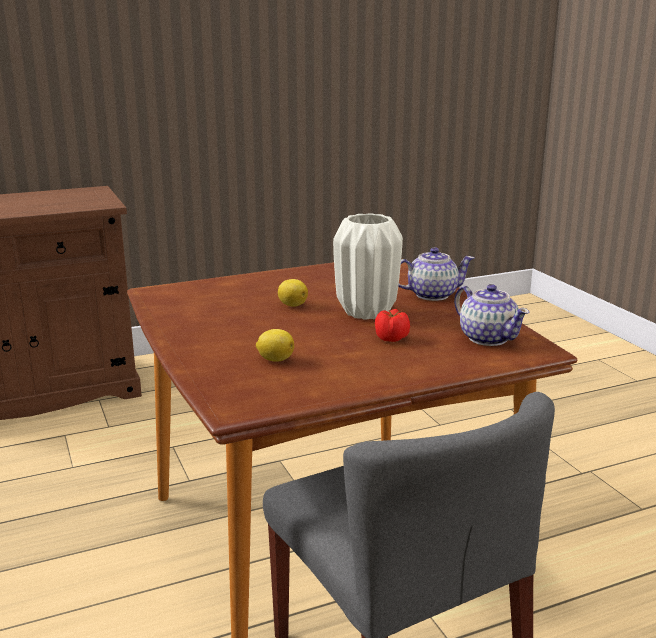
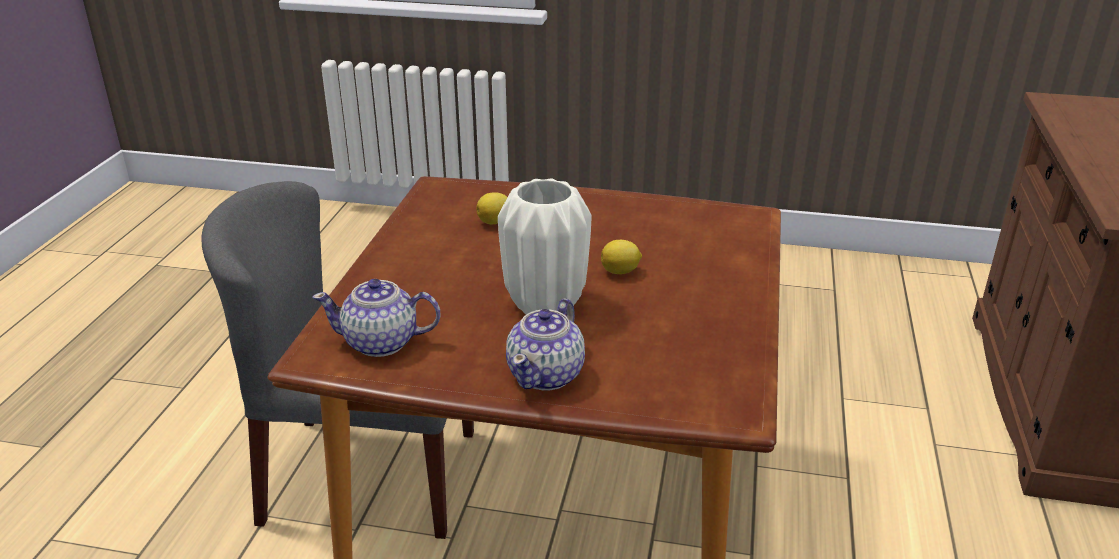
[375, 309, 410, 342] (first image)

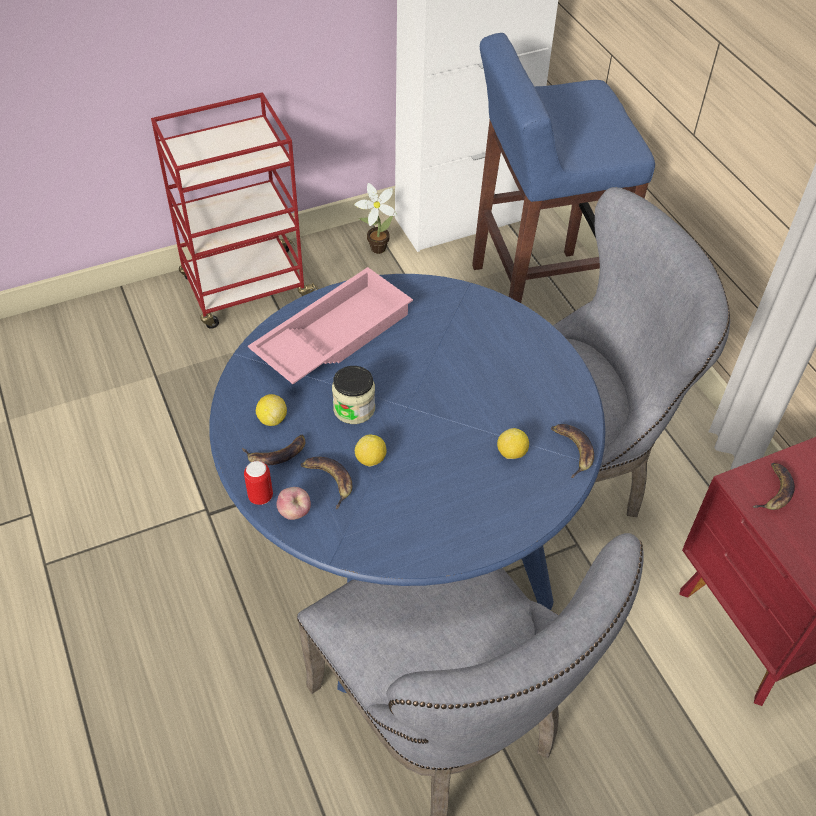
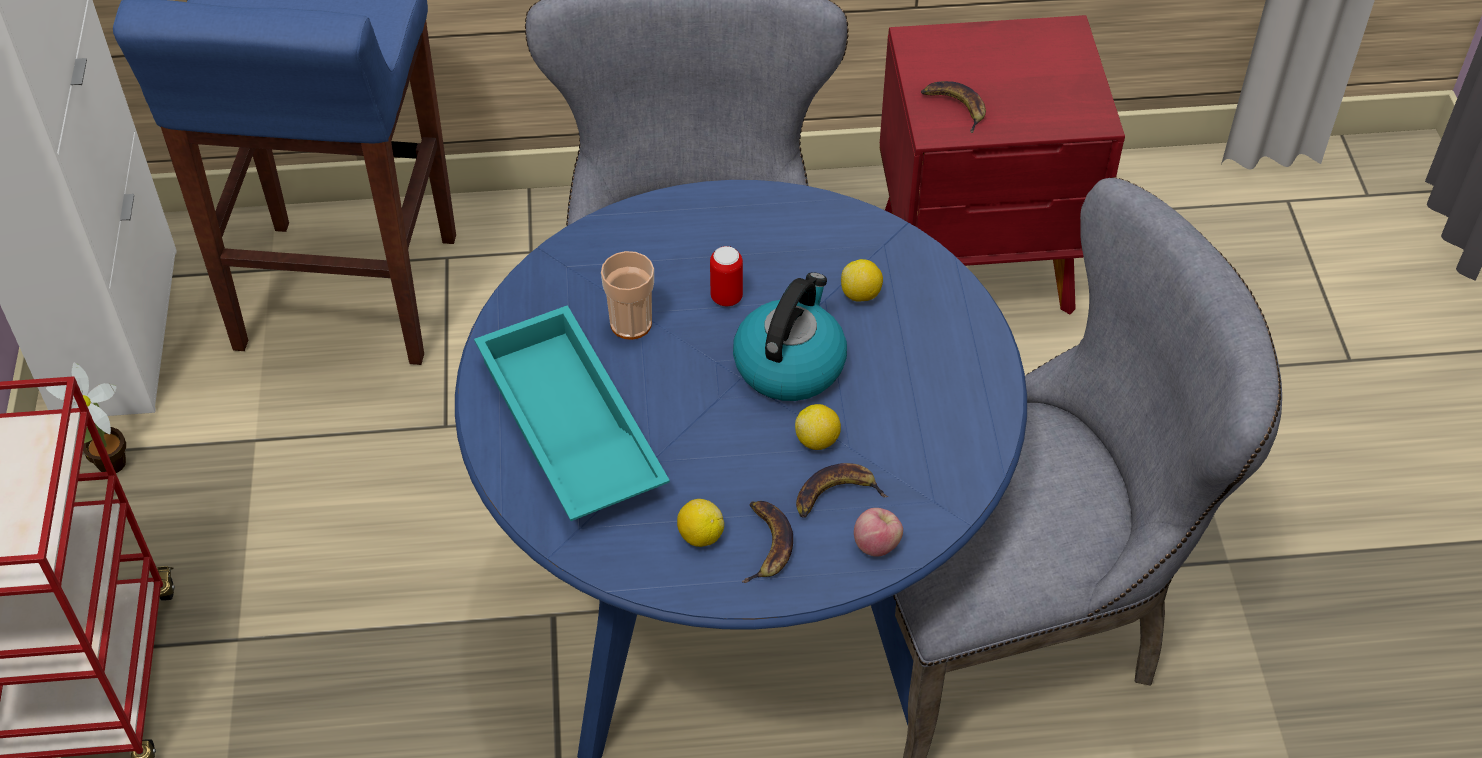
[474, 305, 670, 521]
[332, 366, 375, 424] (first image)
[551, 424, 594, 478] (first image)
[710, 246, 743, 307]
[601, 251, 654, 340]
[733, 272, 847, 401]

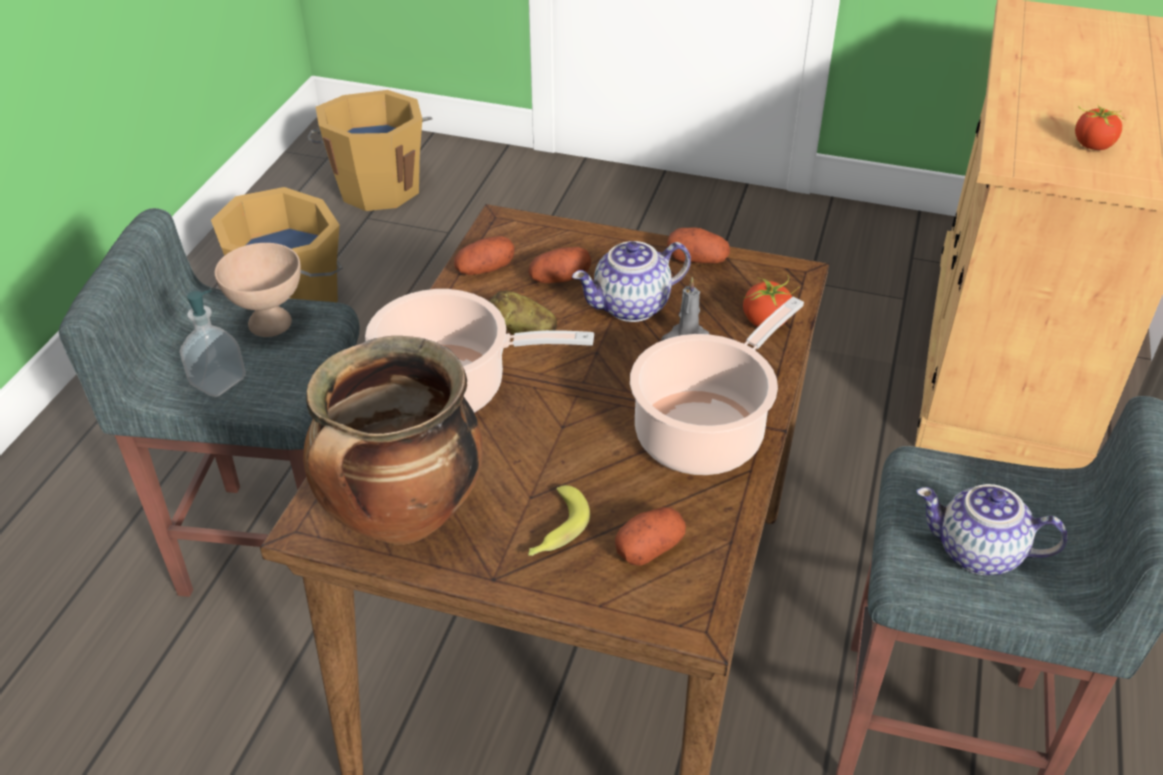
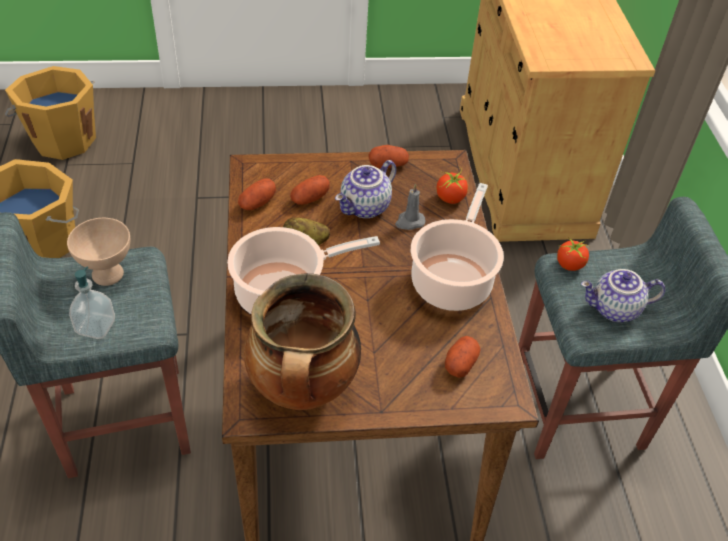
[557, 237, 589, 271]
[528, 485, 590, 556] (first image)

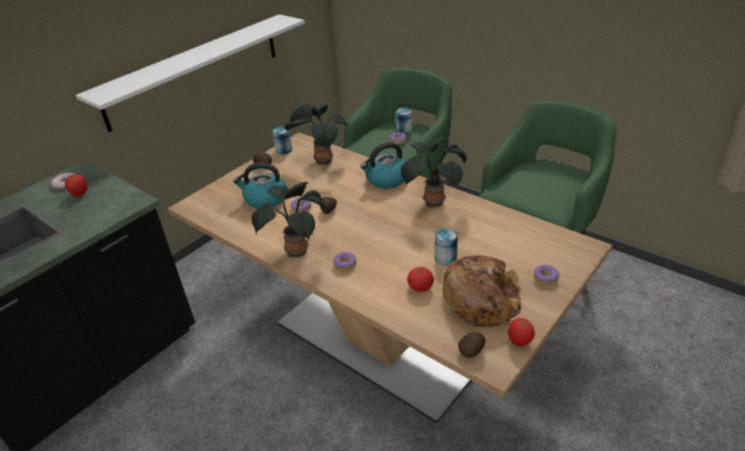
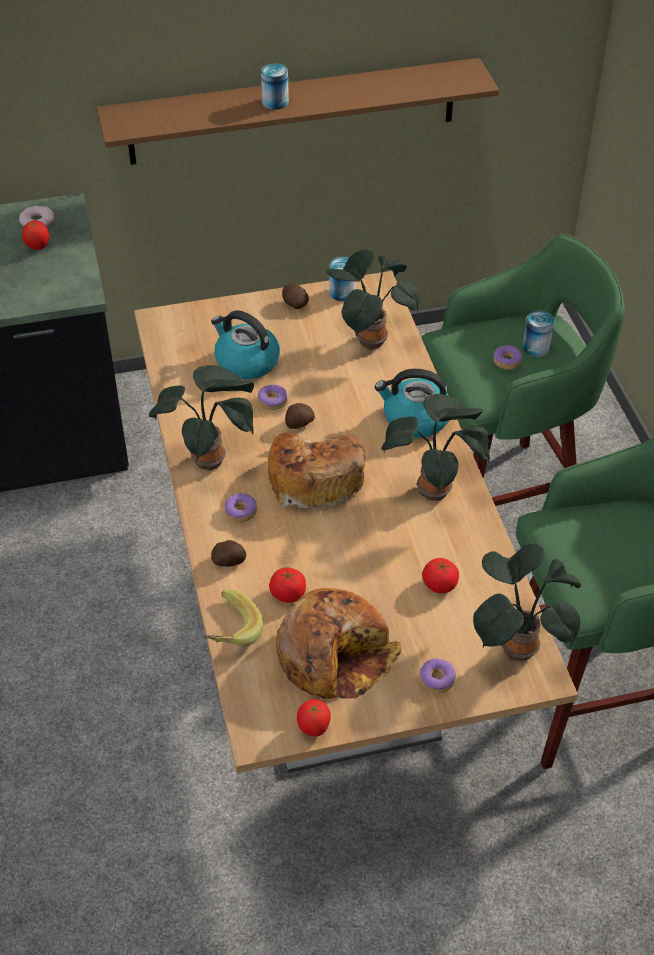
[97, 58, 499, 165]
[261, 63, 289, 110]
[211, 540, 246, 567]
[268, 433, 365, 510]
[473, 543, 581, 661]
[422, 558, 459, 593]
[204, 590, 263, 646]

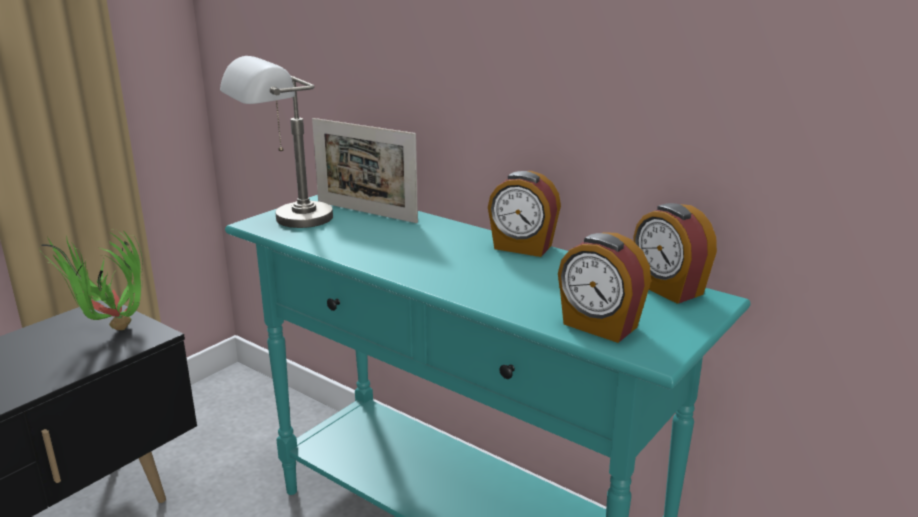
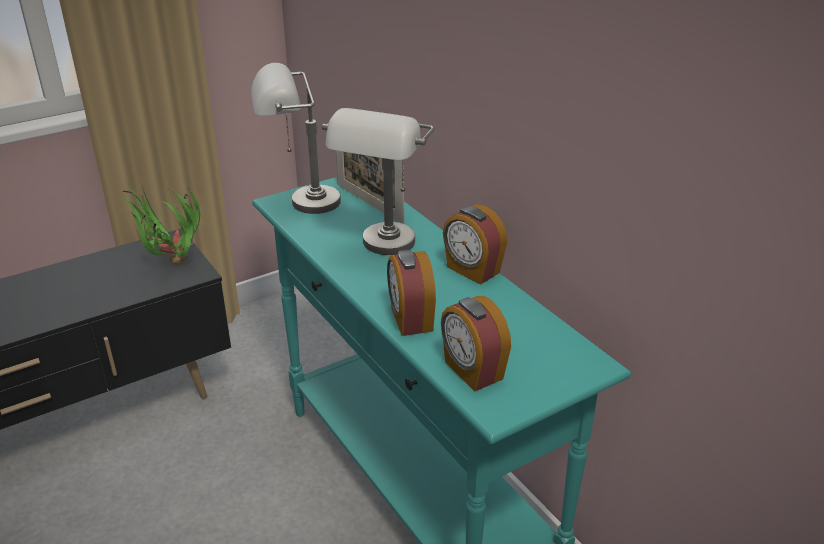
[387, 249, 436, 336]
[322, 108, 435, 255]

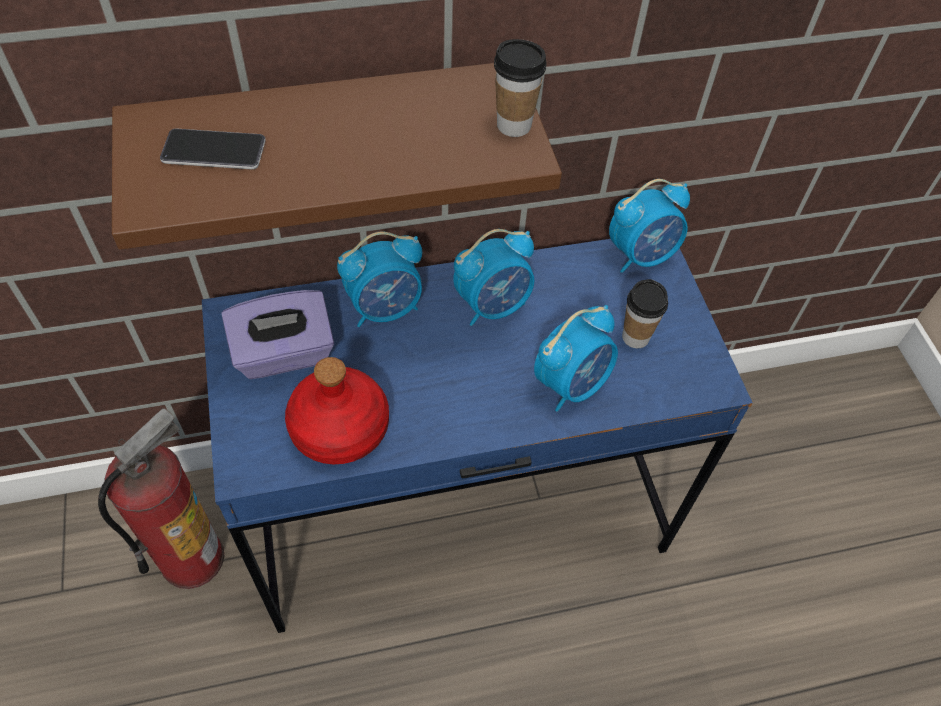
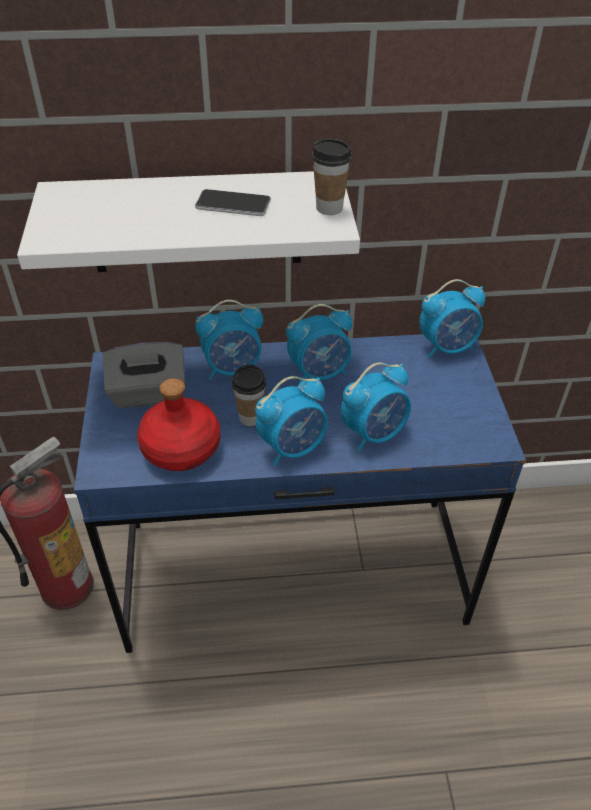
[17, 171, 360, 272]
[195, 189, 271, 216]
[232, 365, 266, 426]
[102, 342, 186, 408]
[255, 376, 328, 466]

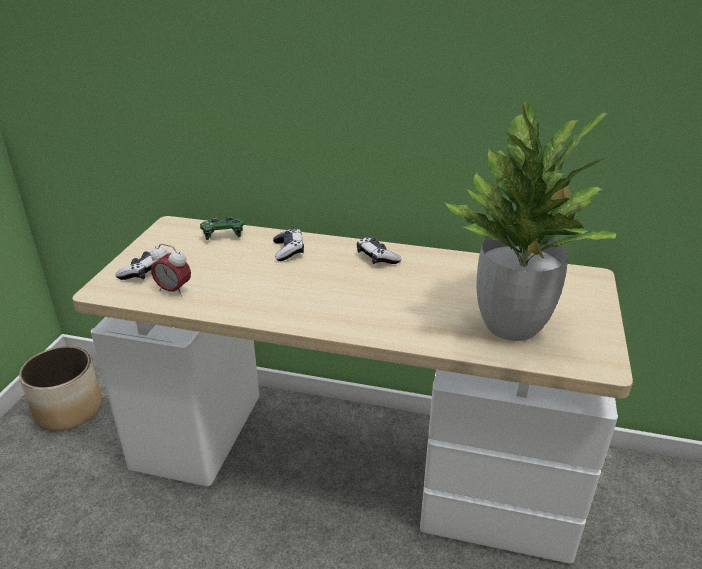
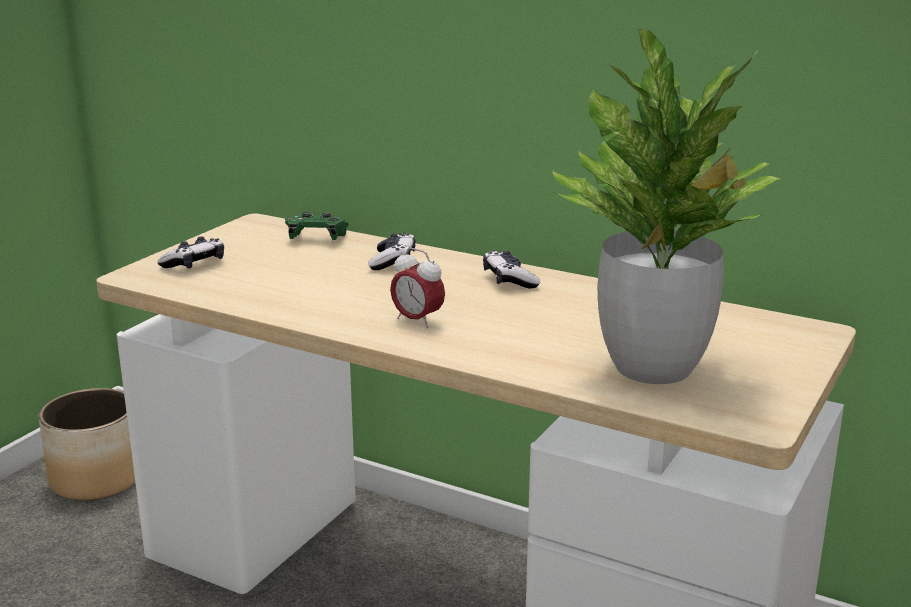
[390, 248, 445, 328]

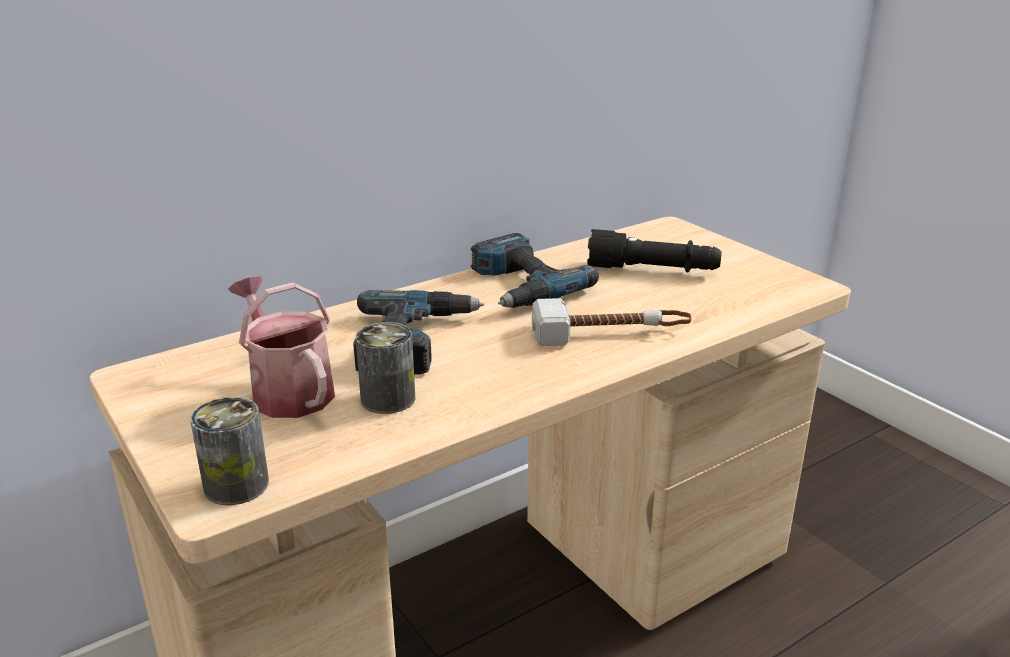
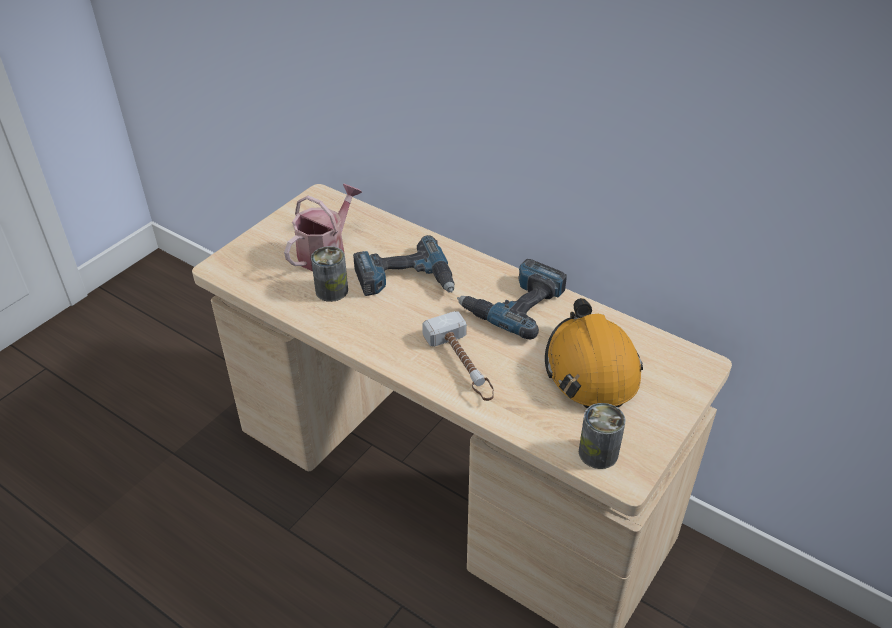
[545, 298, 643, 408]
[579, 403, 626, 469]

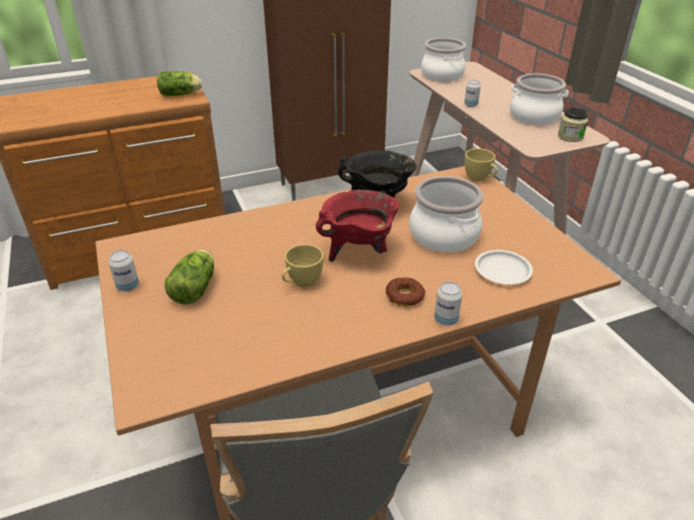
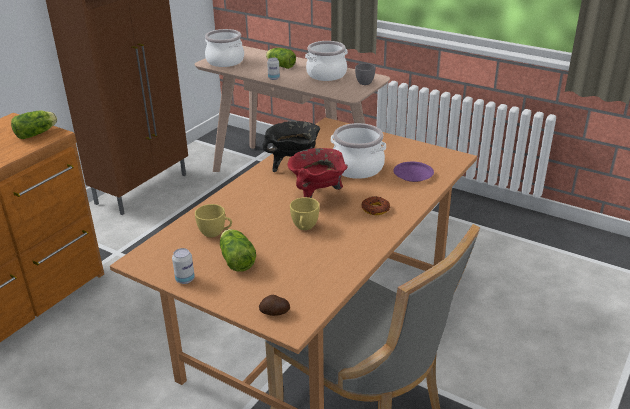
[355, 63, 376, 85]
[195, 204, 232, 237]
[393, 162, 434, 182]
[434, 282, 462, 326] (first image)
[266, 48, 296, 69]
[259, 295, 290, 316]

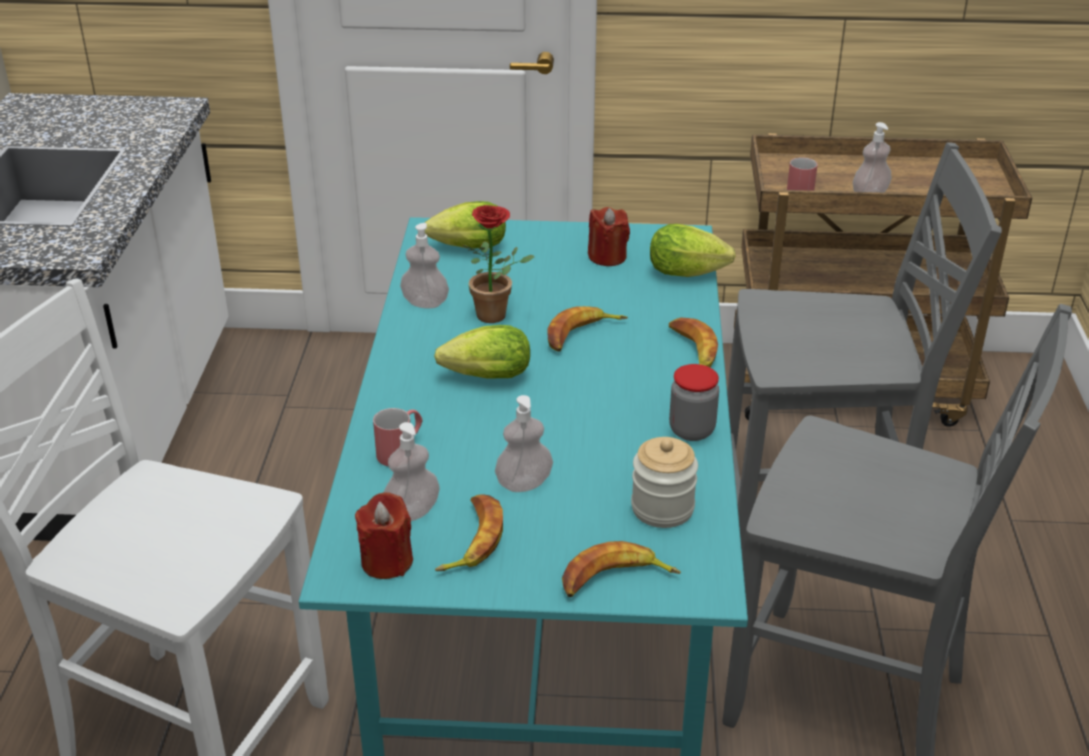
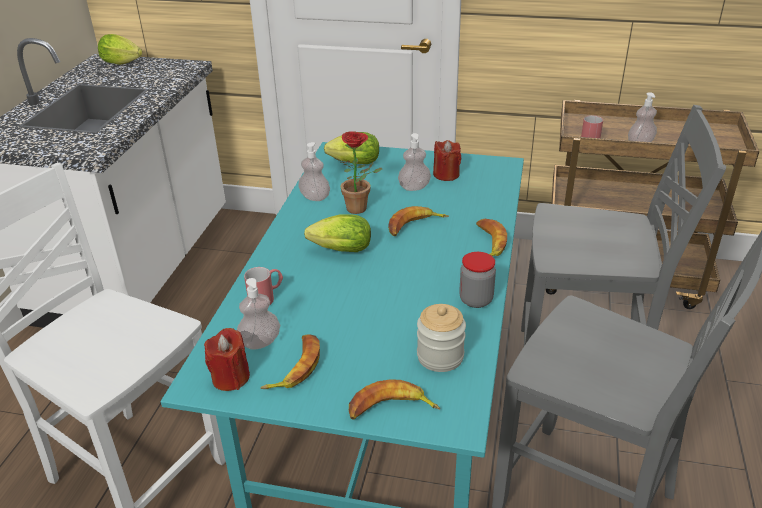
[98, 34, 142, 65]
[398, 133, 431, 191]

